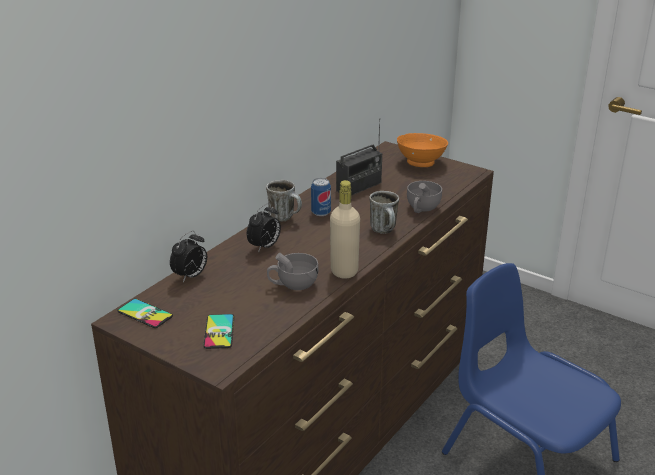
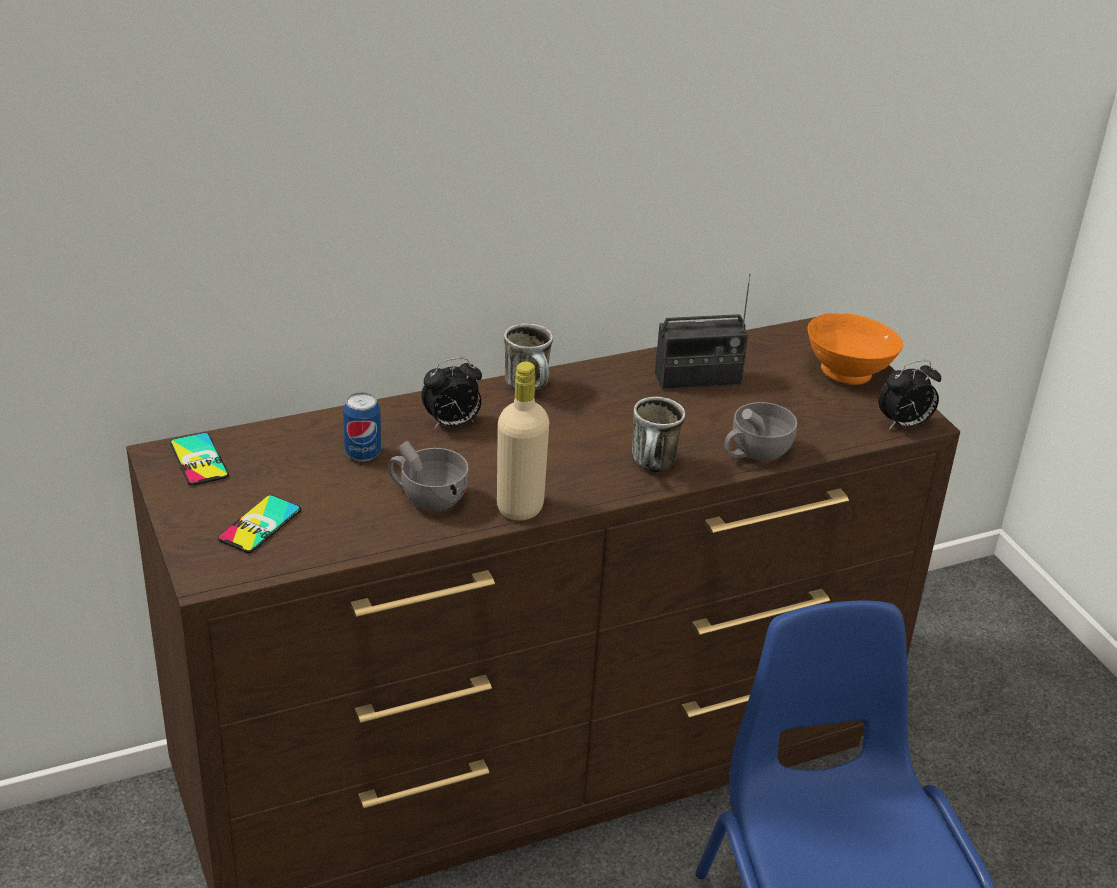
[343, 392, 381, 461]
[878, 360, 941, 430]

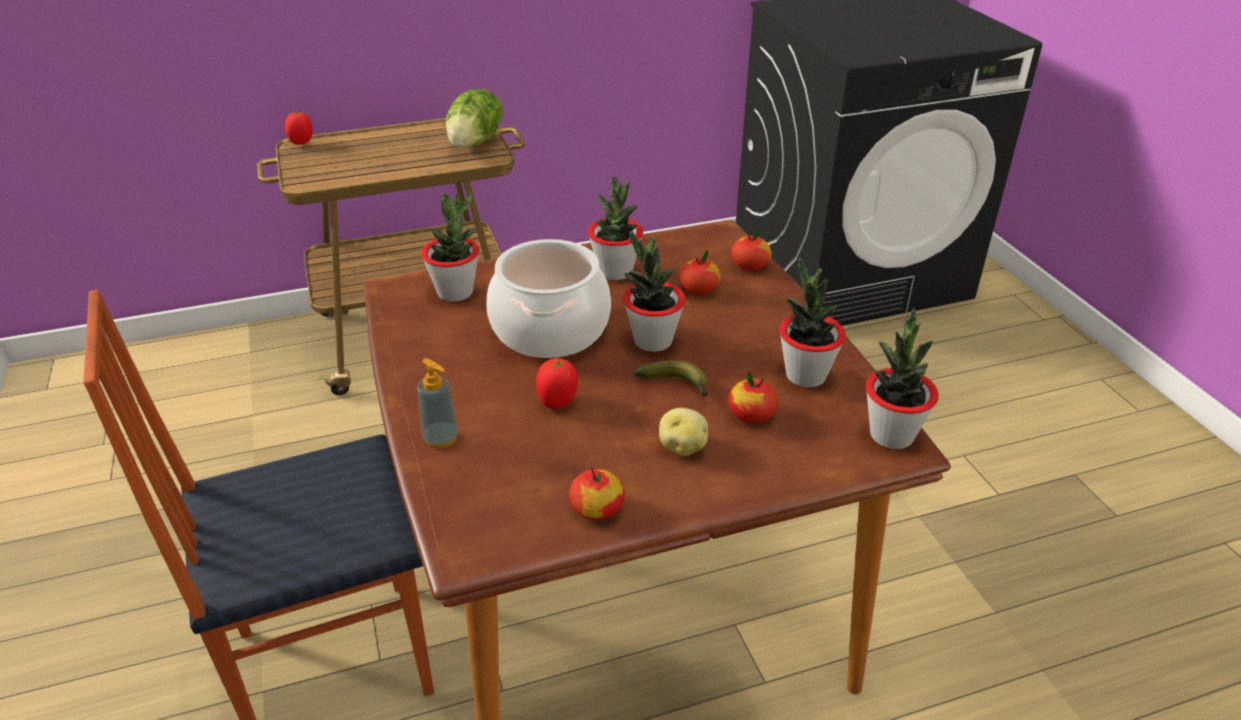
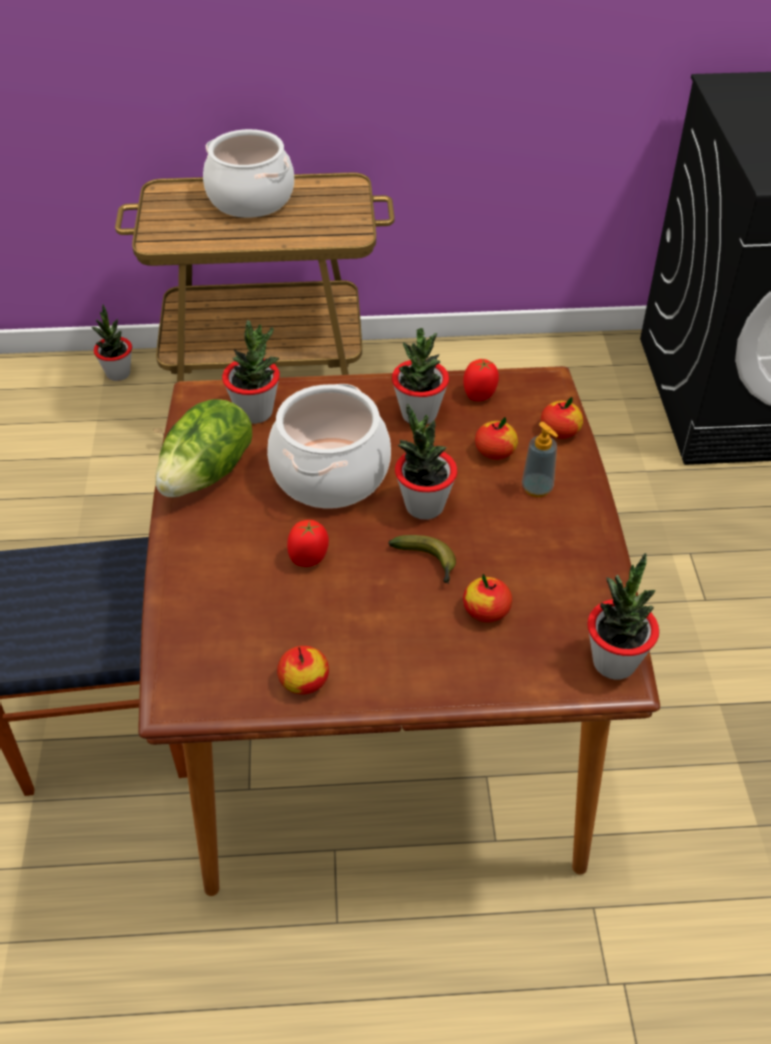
[155, 399, 252, 497]
[463, 359, 499, 401]
[92, 304, 132, 381]
[522, 422, 558, 497]
[659, 408, 708, 456] (first image)
[203, 129, 294, 218]

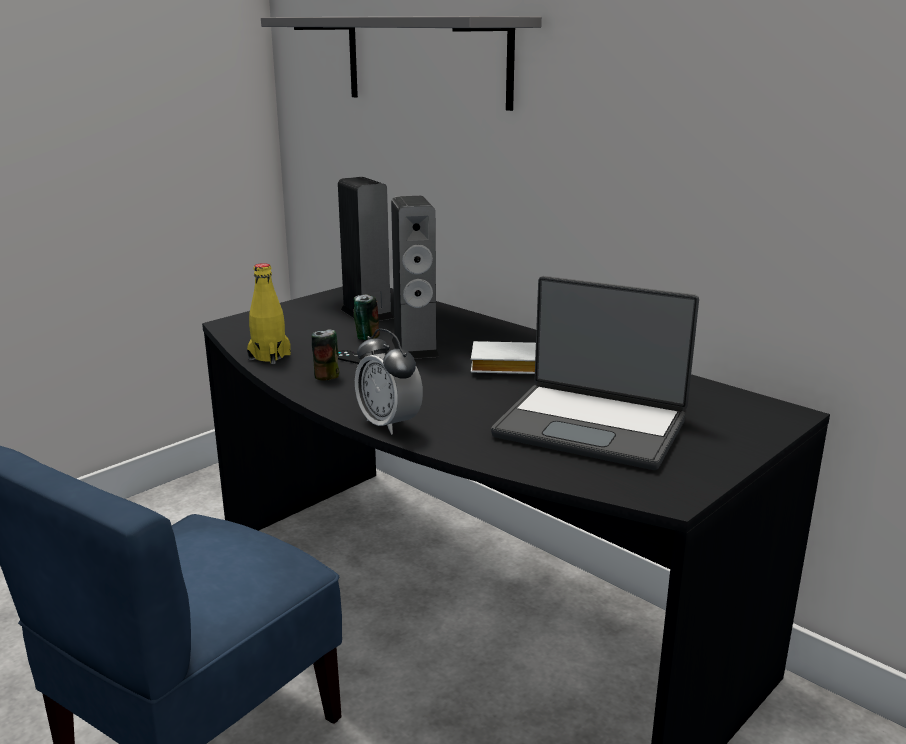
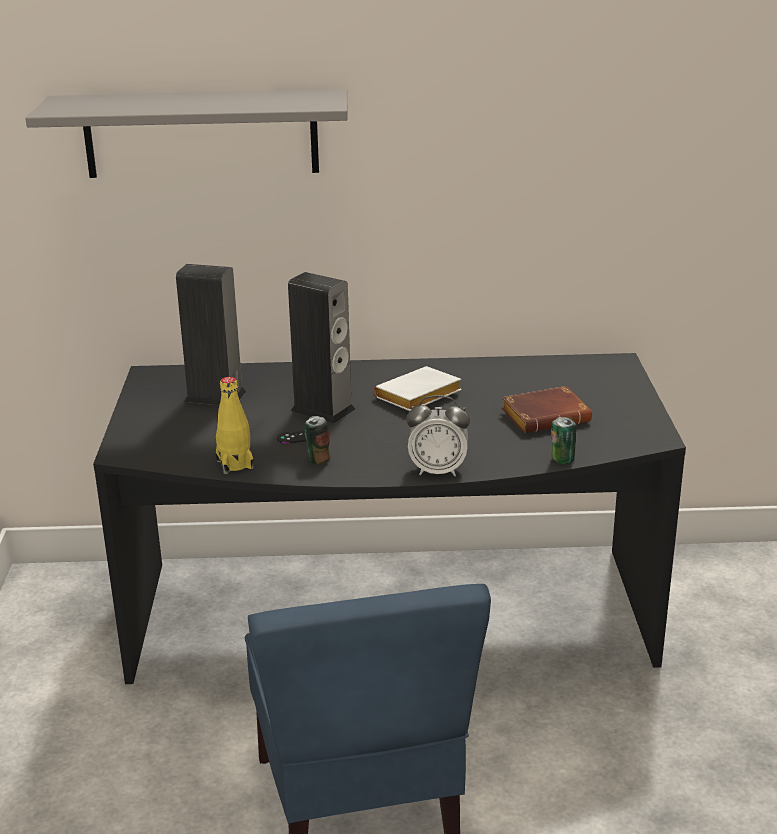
[501, 386, 592, 433]
[551, 417, 576, 464]

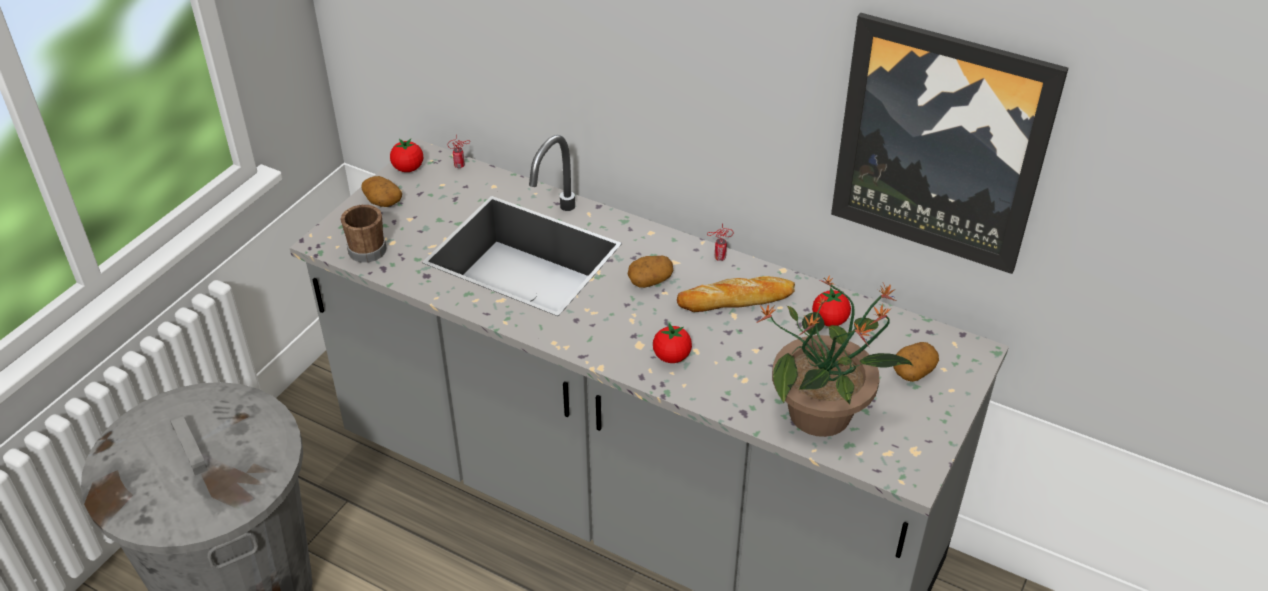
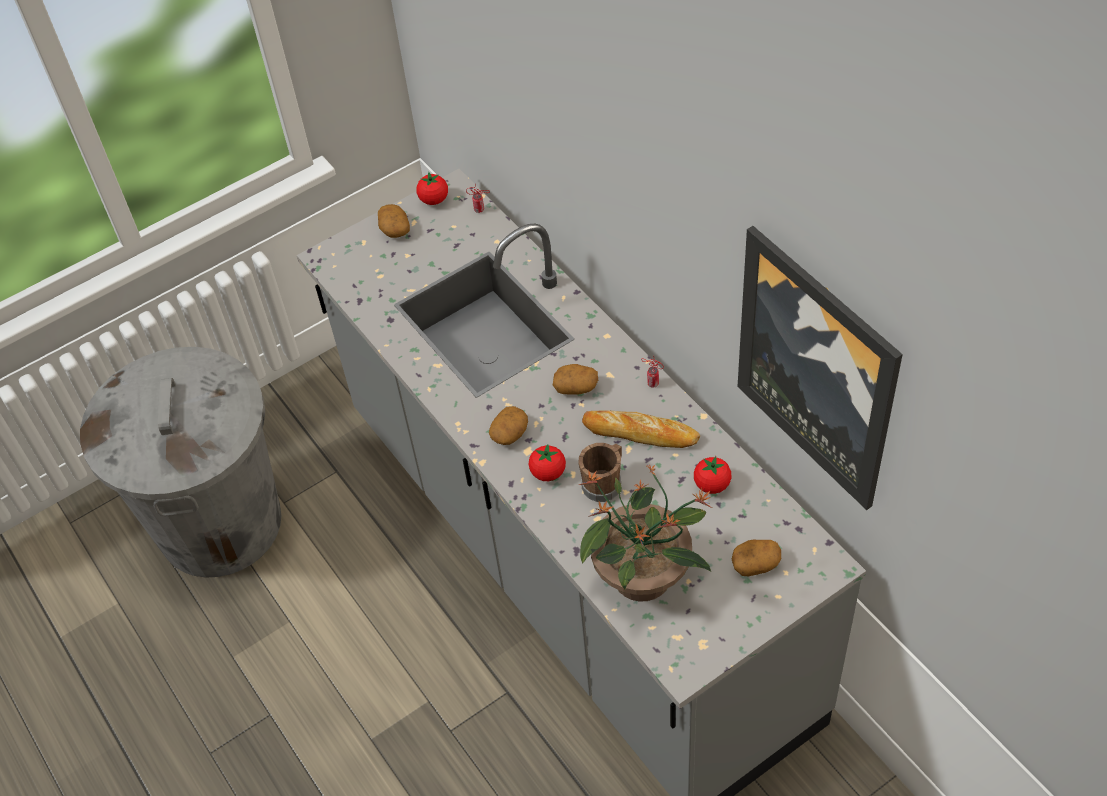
[578, 443, 622, 502]
[489, 406, 528, 445]

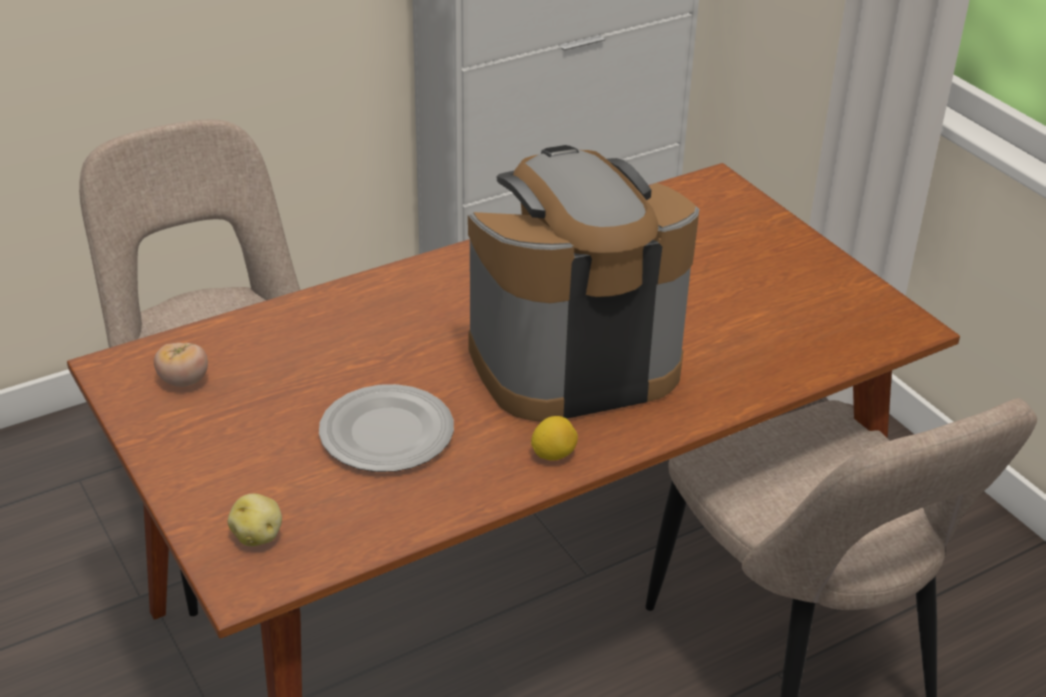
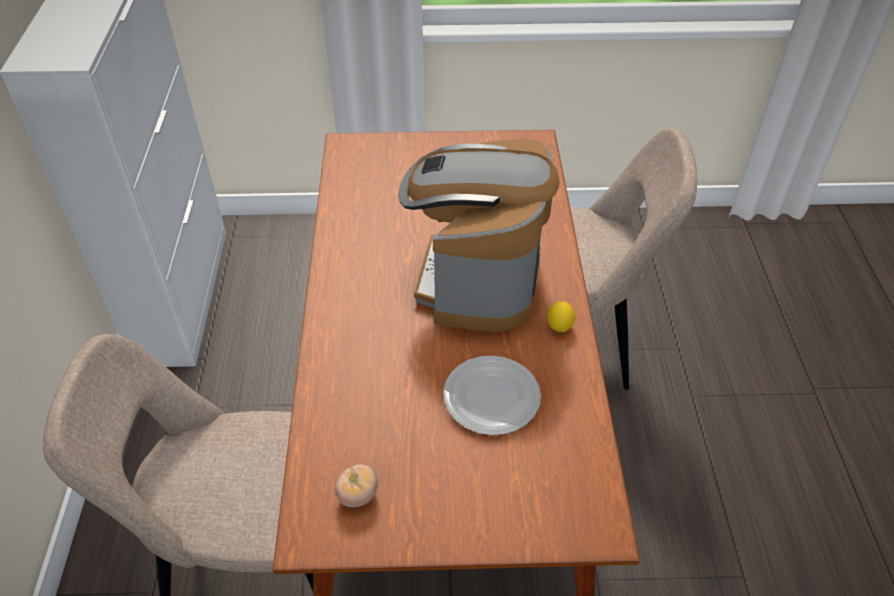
[228, 494, 282, 546] (first image)

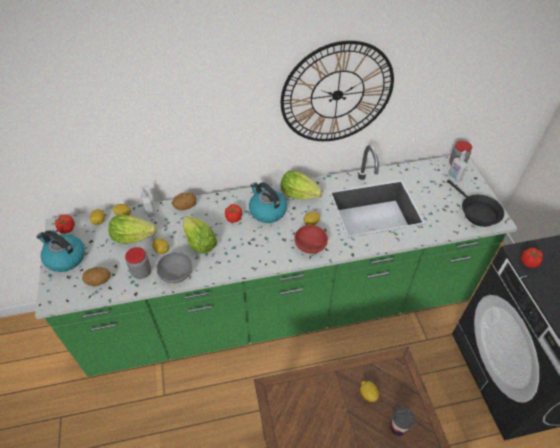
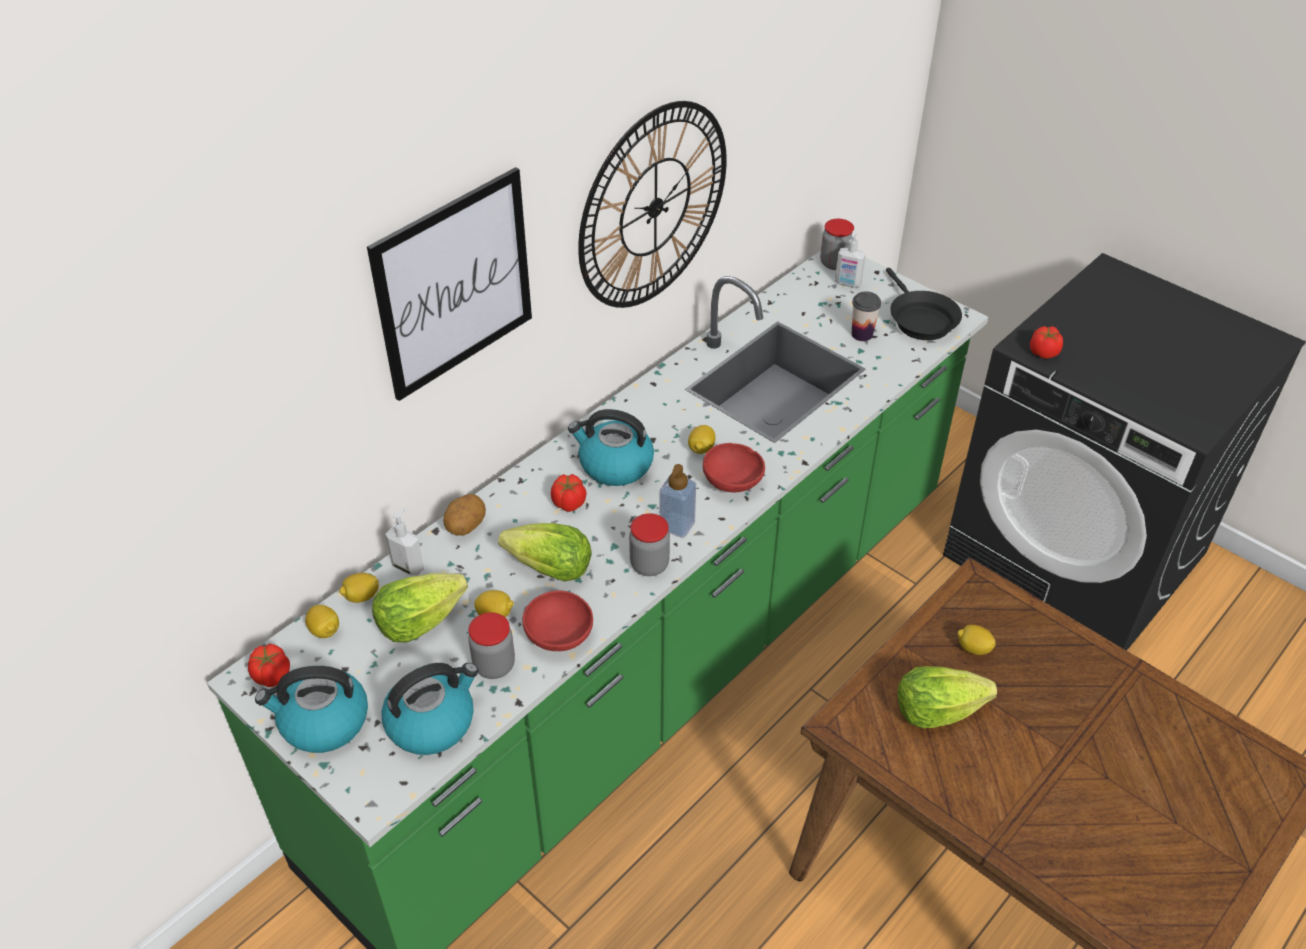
[897, 666, 997, 728]
[886, 268, 962, 340]
[522, 591, 593, 651]
[381, 663, 479, 755]
[852, 291, 881, 341]
[367, 167, 532, 401]
[659, 464, 696, 538]
[629, 513, 670, 576]

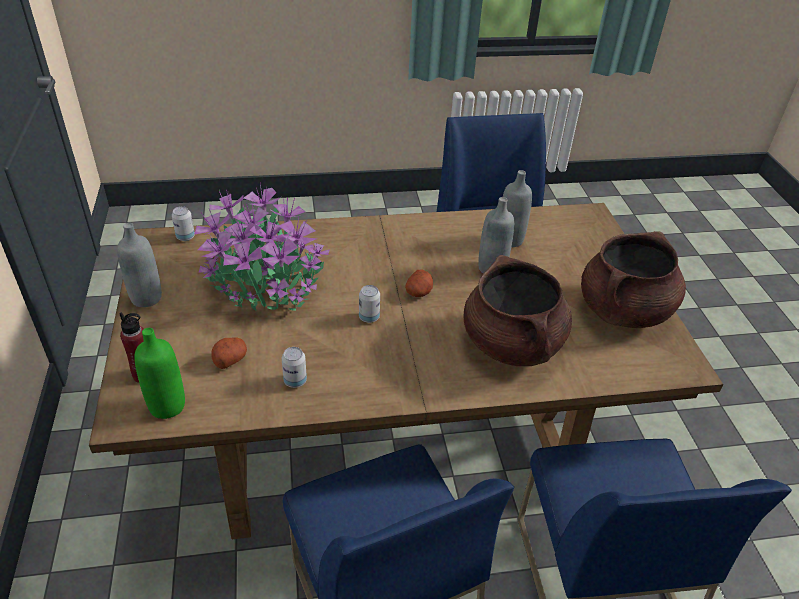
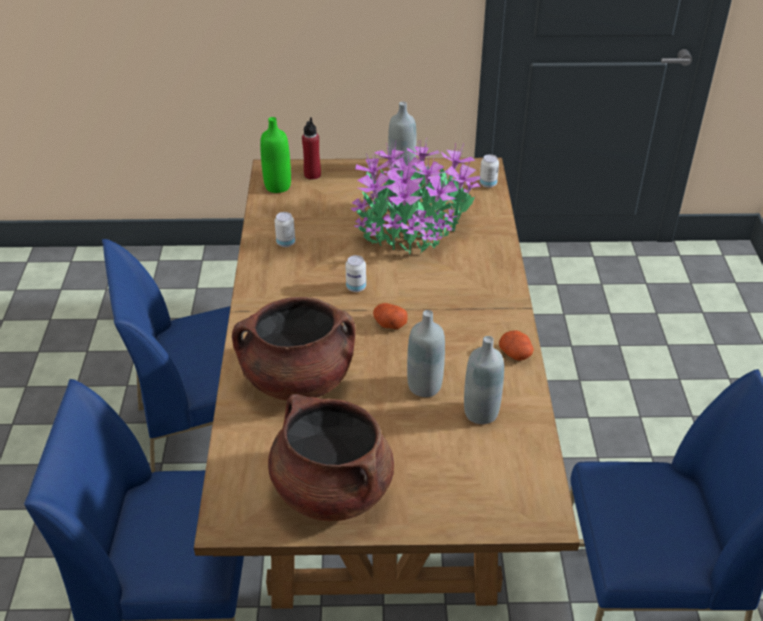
[499, 330, 534, 361]

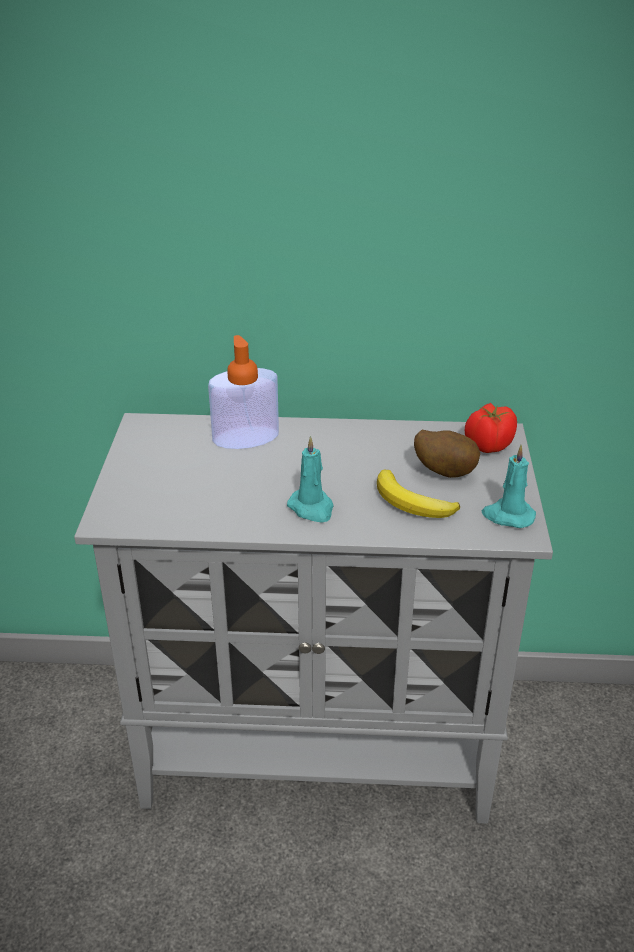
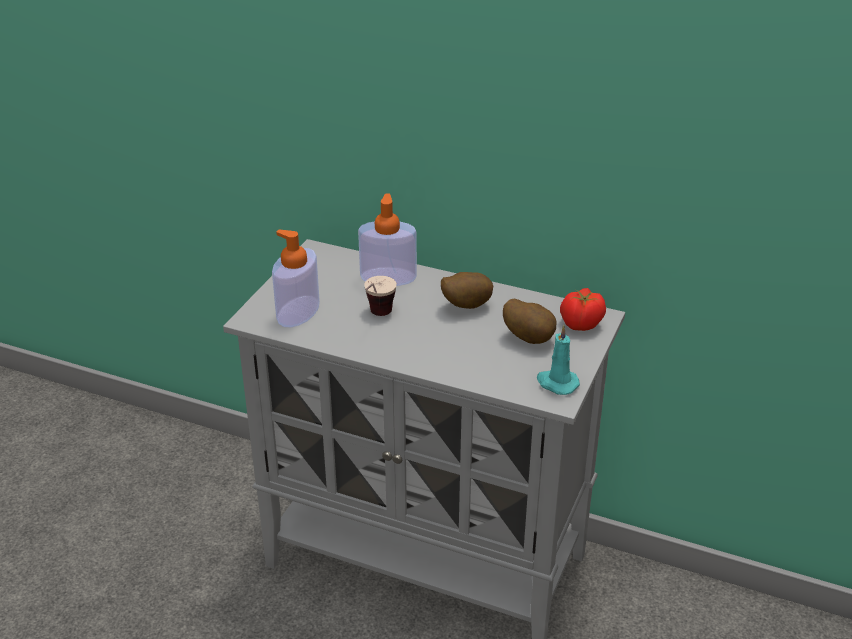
[287, 436, 334, 523] (first image)
[377, 470, 460, 518] (first image)
[272, 229, 320, 327]
[441, 272, 493, 309]
[364, 276, 397, 316]

